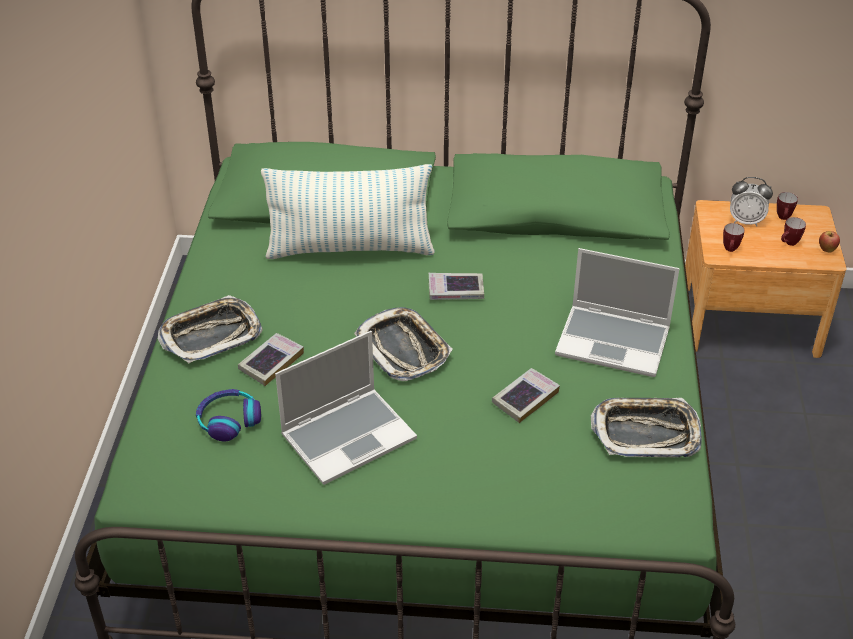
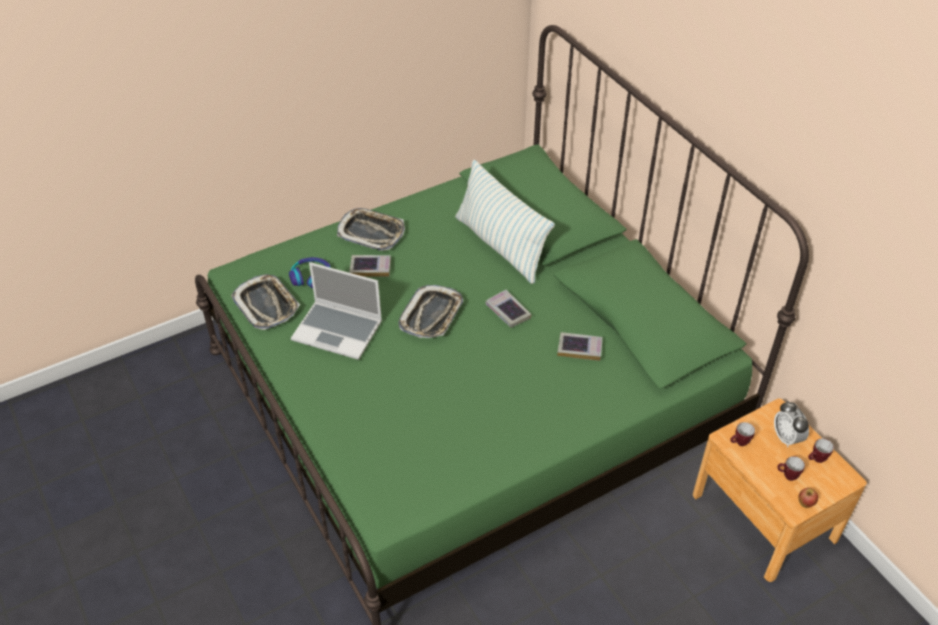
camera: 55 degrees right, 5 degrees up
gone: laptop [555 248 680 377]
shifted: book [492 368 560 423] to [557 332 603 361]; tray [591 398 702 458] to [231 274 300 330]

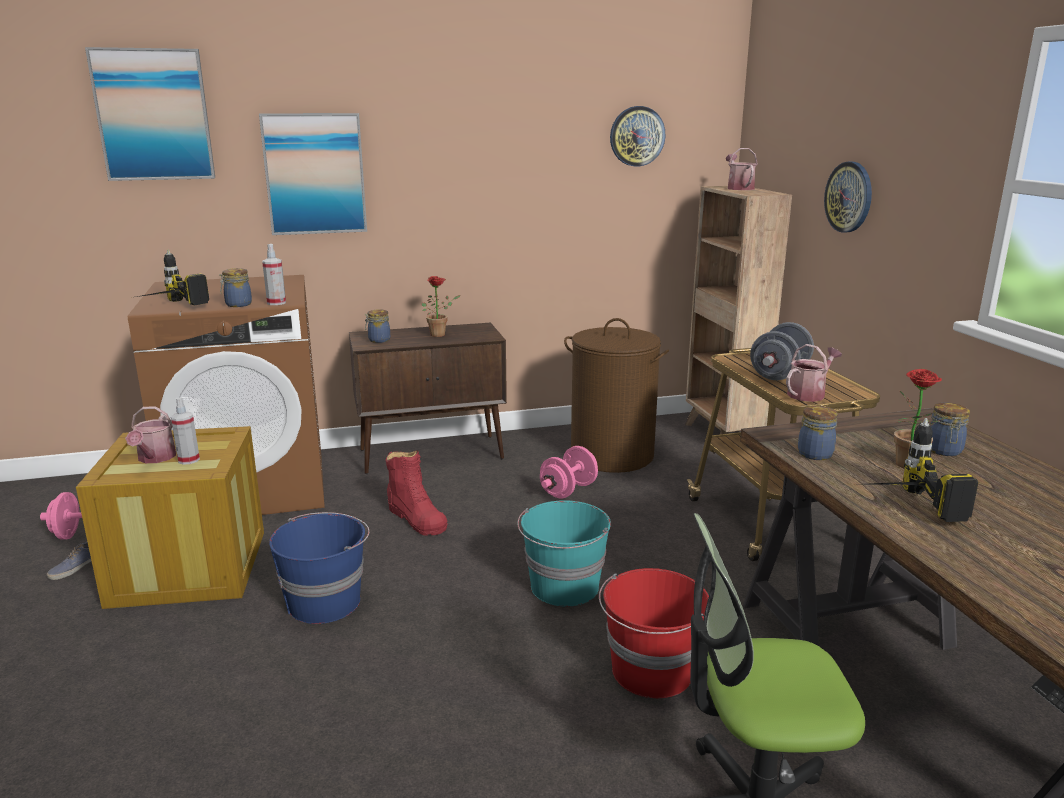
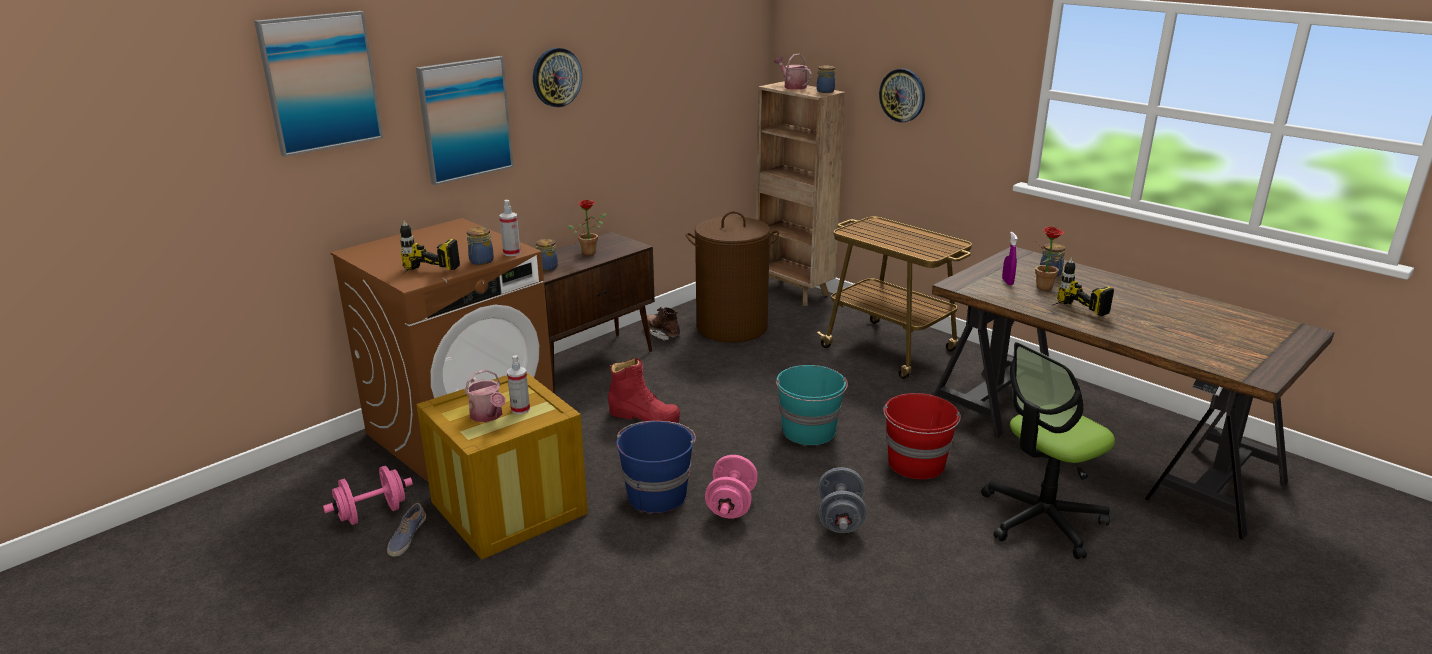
camera: 30 degrees left, 5 degrees up
gone: watering can [786 344 842 402]
new: brown boot [647 307 680 341]; purple spray bottle [1002 232 1018 285]
shifted: pink dumbbell [540 446 598 499] to [705 455 758 519]; wall clock [610 106 665 166] to [533 48 582 107]; grey dumbbell [750 322 814 380] to [818 467 867 533]; jar [798 406 838 460] to [817 65 835 93]

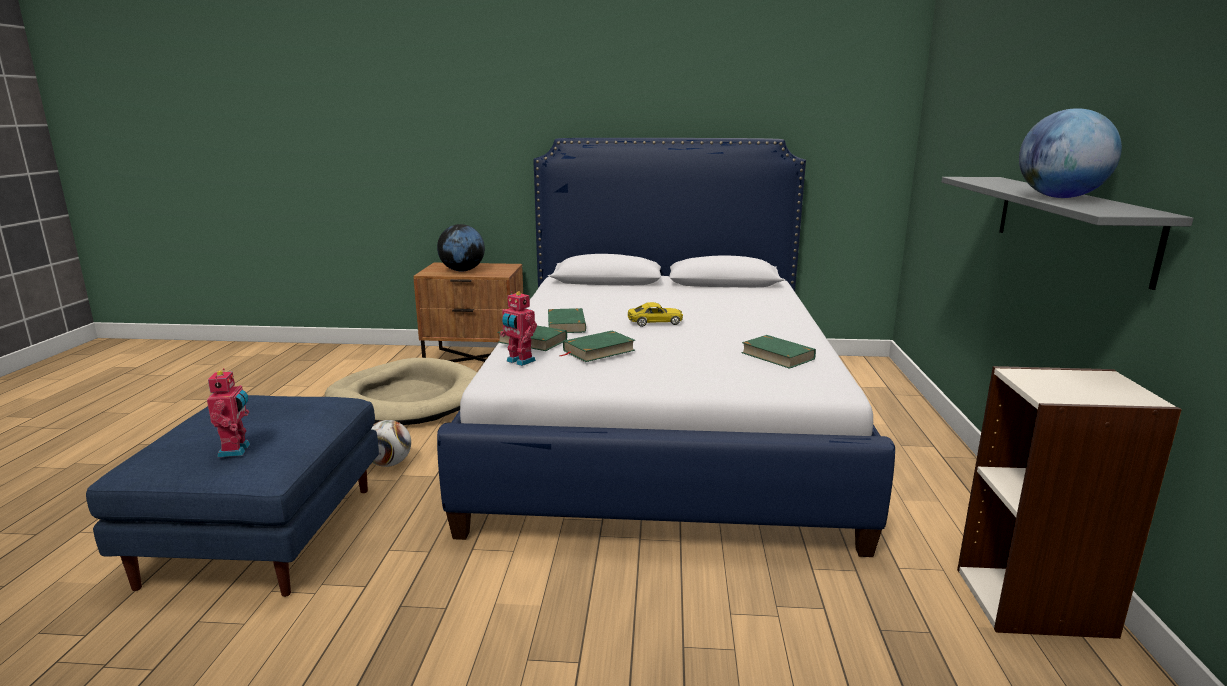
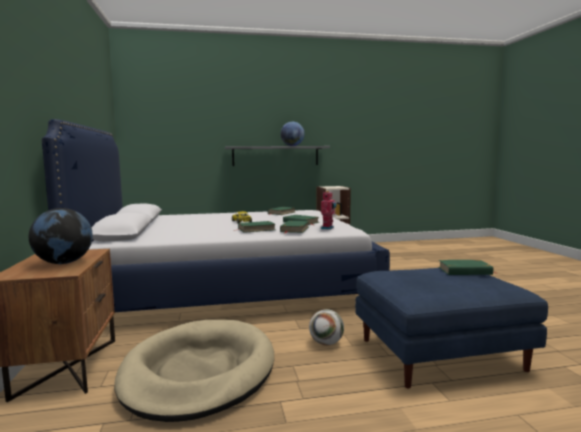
camera: 105 degrees left, 10 degrees down
swapped: toy robot [207 368 250 457] to green book [439 260 495 275]

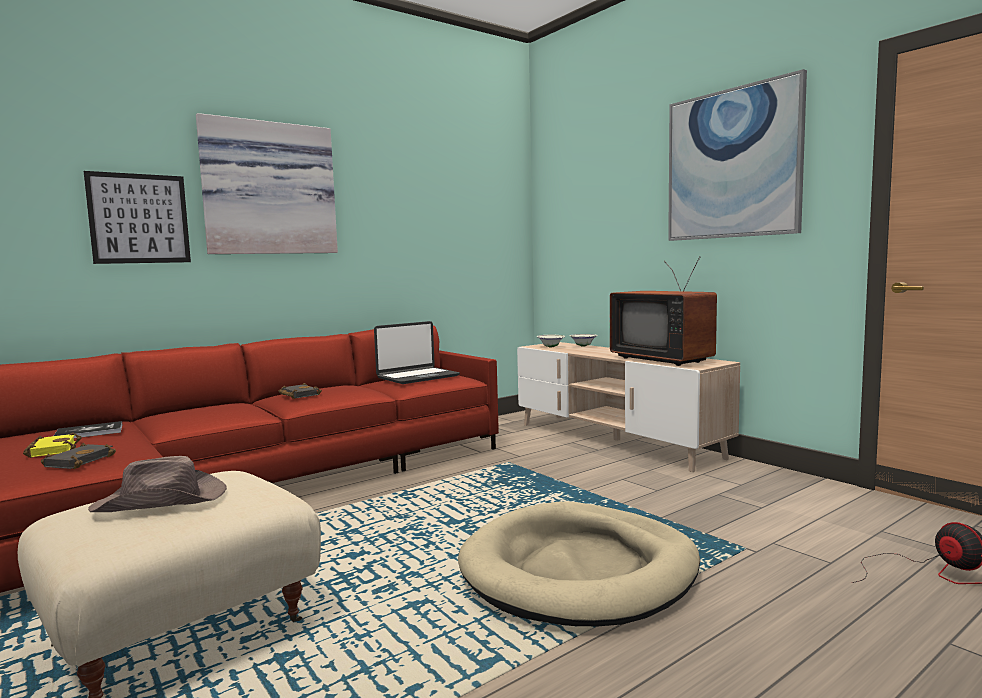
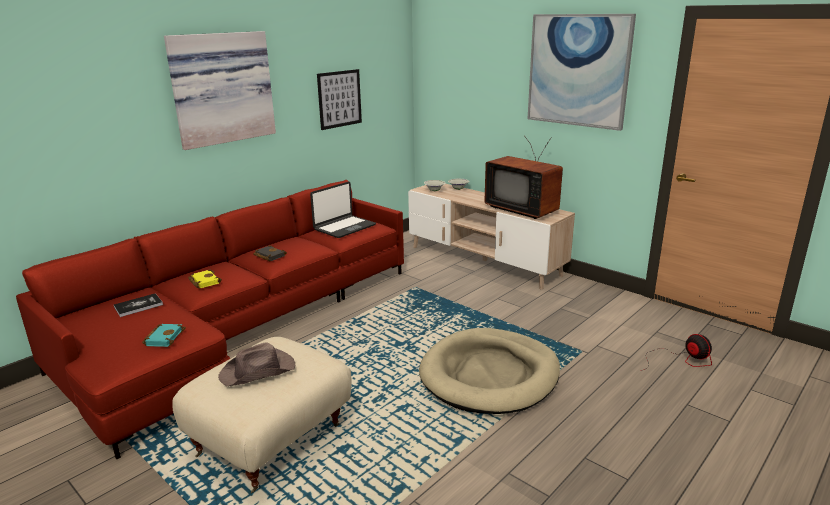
camera: 10 degrees left, 15 degrees up
shifted: yellow book [23 432 82 458] to [188 269 222 289]; picture [84 171 191 264] to [317 69 362 130]
repainted: black book [41 443 116 469] to turquoise book [142 324 186 347]

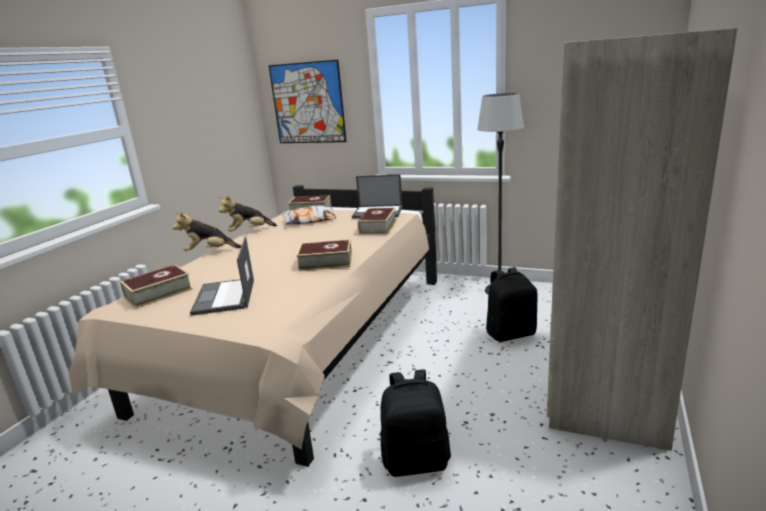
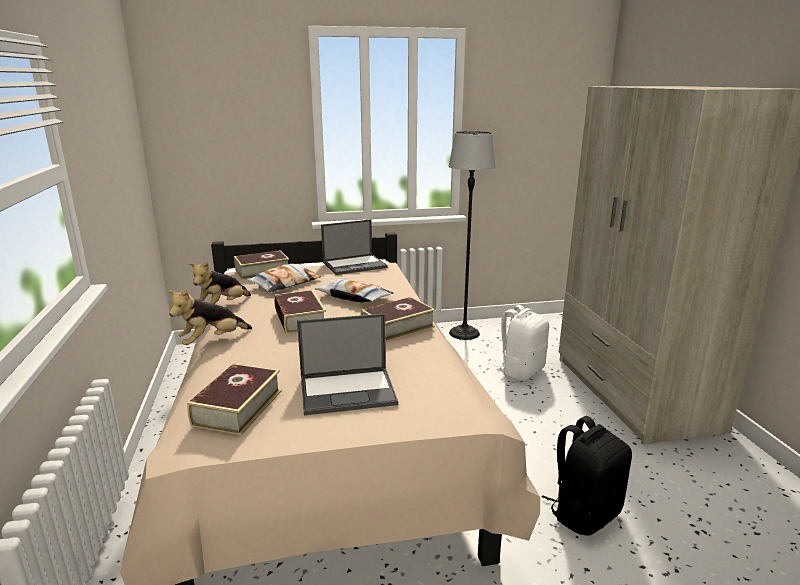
camera: 35 degrees left, 0 degrees up
gone: picture [269 60 347 143]
new: pillow [314 279 393 303]
shifted: book [358 208 397 234] to [274 290 326 334]
repainted: black backpack [486 267 538 342] to white backpack [492 305 549 381]
rotated: laptop [190 237 254 316] = [297 314 398 415] 60 degrees counterclockwise

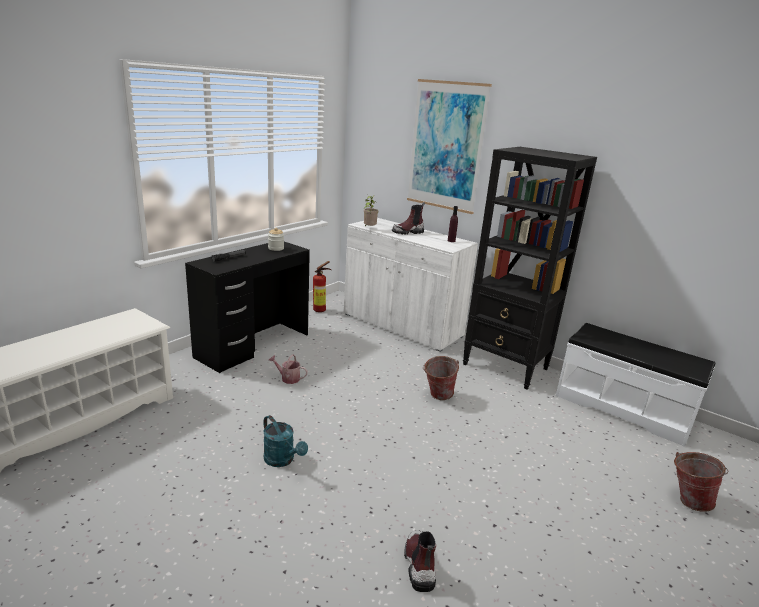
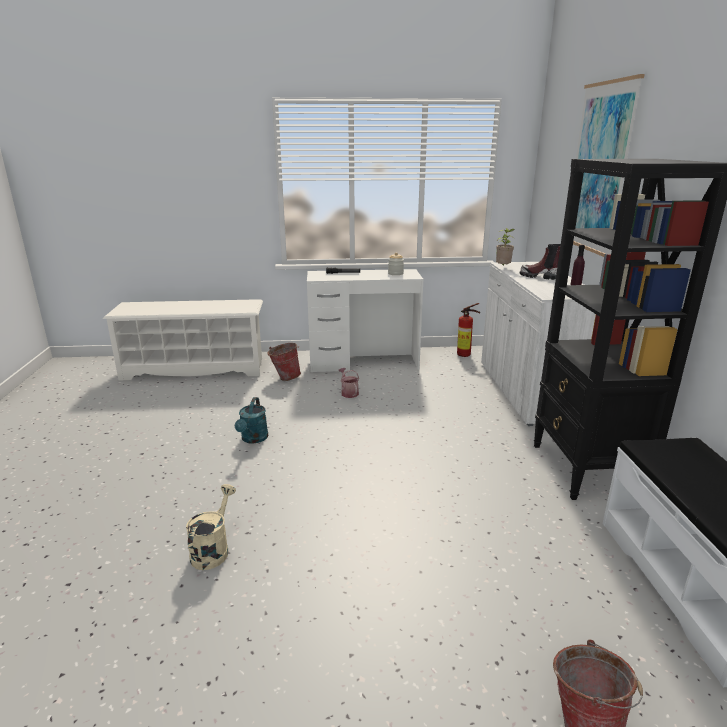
camera: 50 degrees right, 0 degrees up
shifted: bucket [423 356 459 400] to [267 343 301 381]
swapped: boot [404 530 436 592] to beige watering can [186 484 236 570]
repainted: black desk [185 242 310 373] to white desk [307 269 423 372]

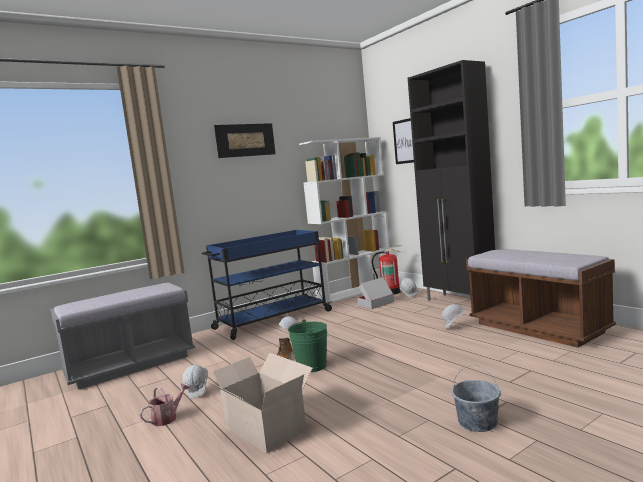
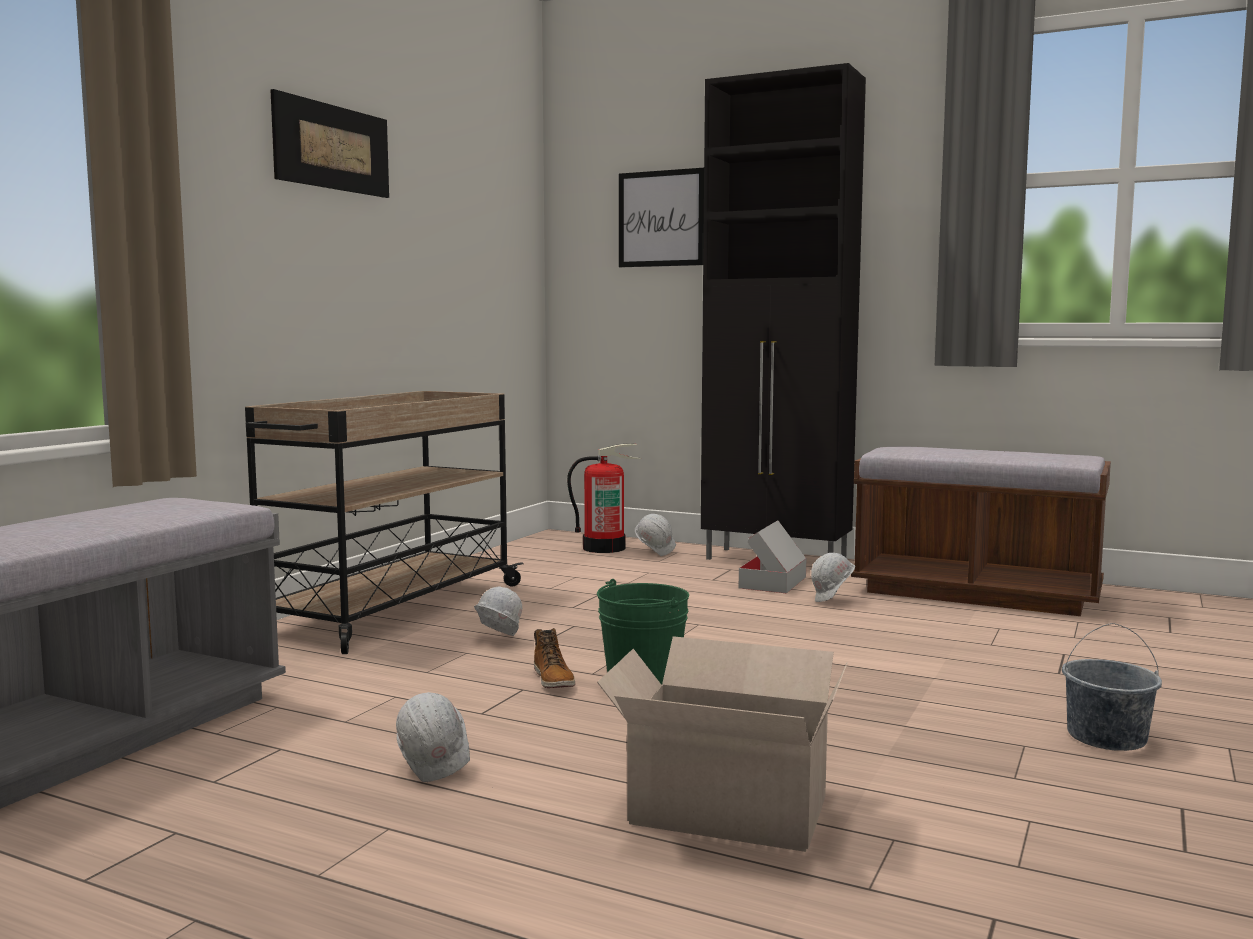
camera: 30 degrees left, 0 degrees up
gone: watering can [140 383 190 426]; white bookcase [299 137 390 303]
shifted: cardboard box [357 277 394 309] to [739 520 807 593]
repainted: blue cart [202 230 333 340] to beige cart [245 391 524 654]

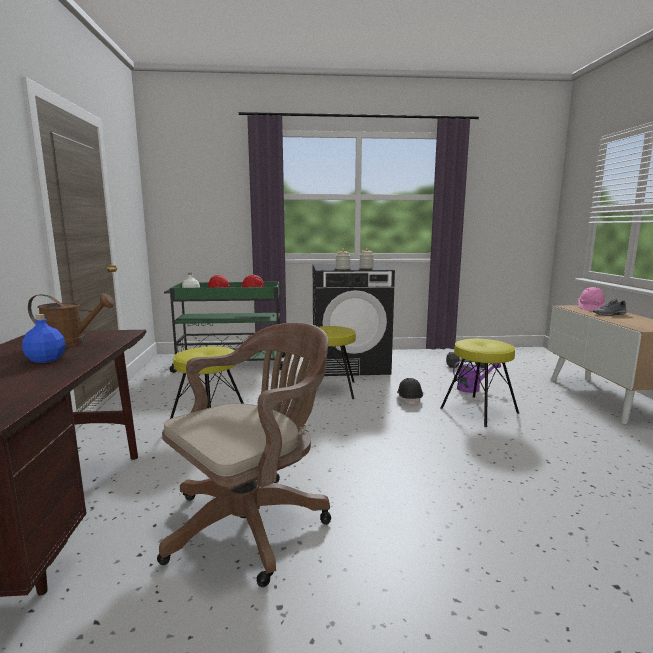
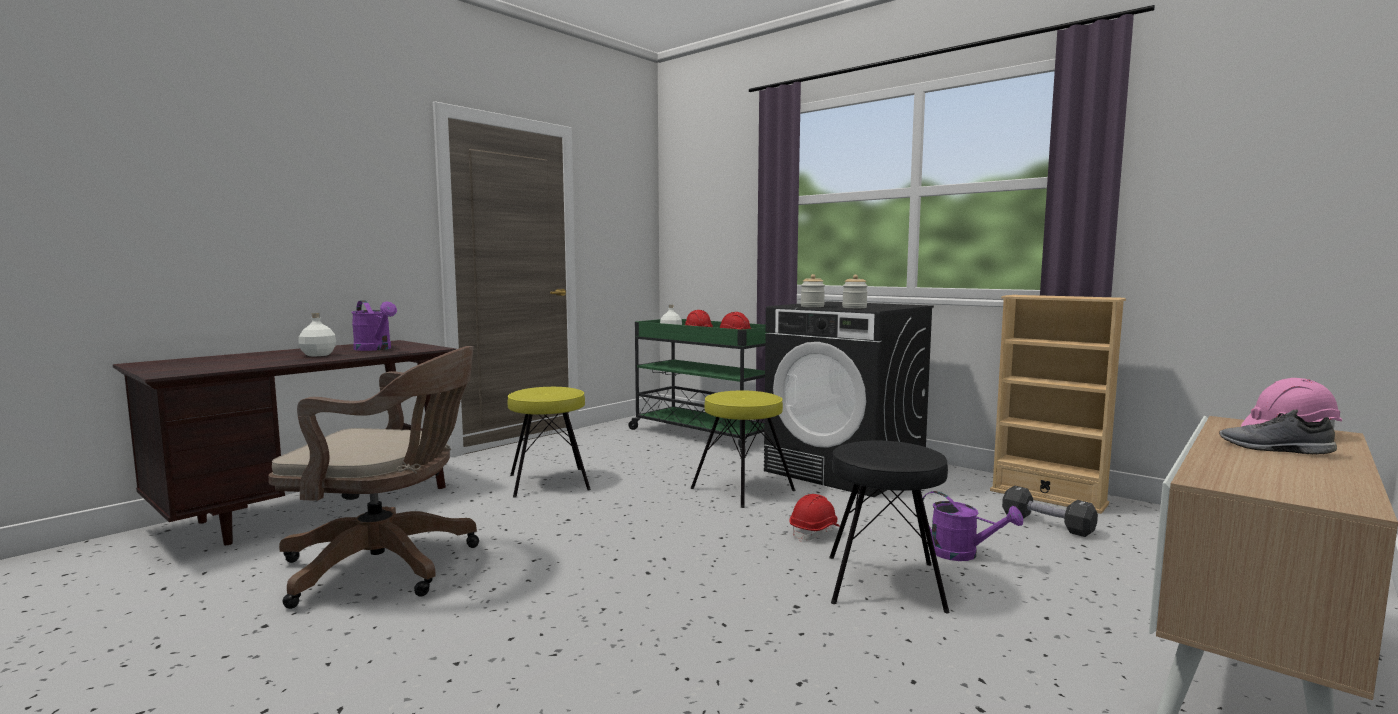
camera: 45 degrees right, 5 degrees down
new: beige bookcase [990 295 1126 514]
repainted: blue bottle [22 314 66 363] to white bottle [298 313 336 356]; brown watering can [28 293 114 347] to purple watering can [351 300 397 351]; black hard hat [397 378 423 406] to red hard hat [789 494 840 541]; yellow stool [440 339 519 427] to black stool [829 441 950 613]

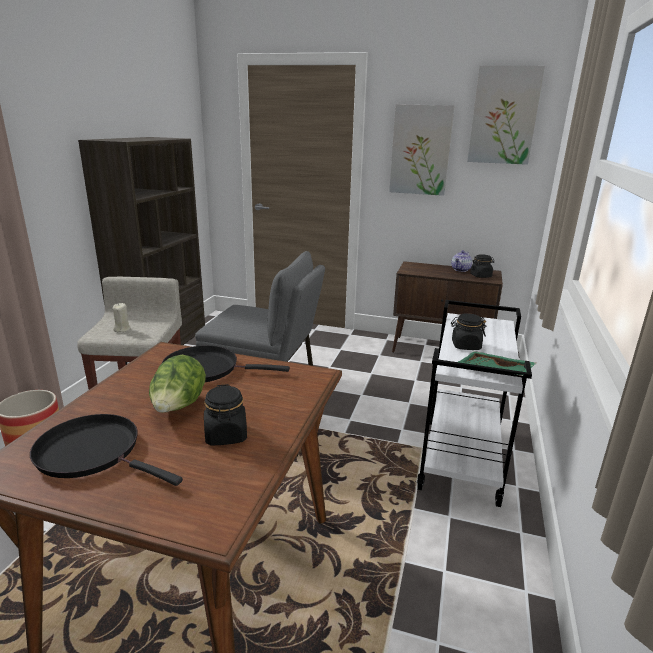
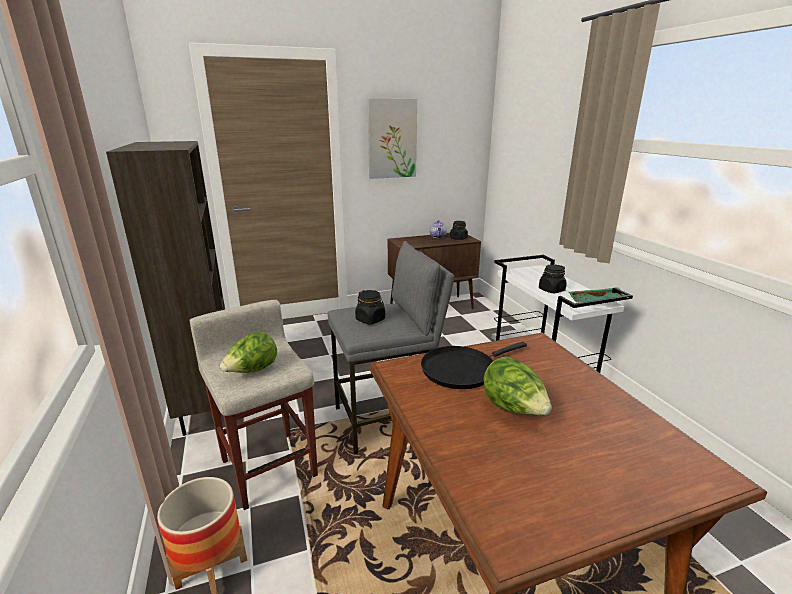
camera: 35 degrees left, 0 degrees up
gone: black frying pan [30 414 183 486]; picture [467 66 545 165]
shifted: black jar [204 384 247 445] to [355 290 385 325]
swapped: beige candle [113 303 131 332] to lettuce [220 332 277 373]

